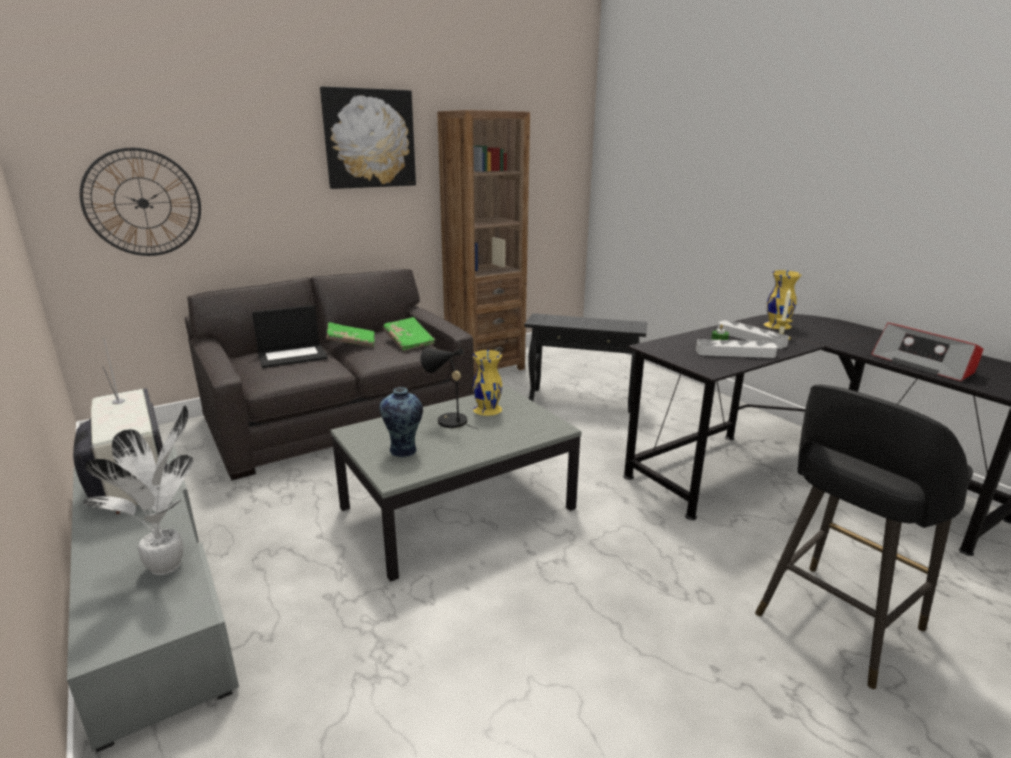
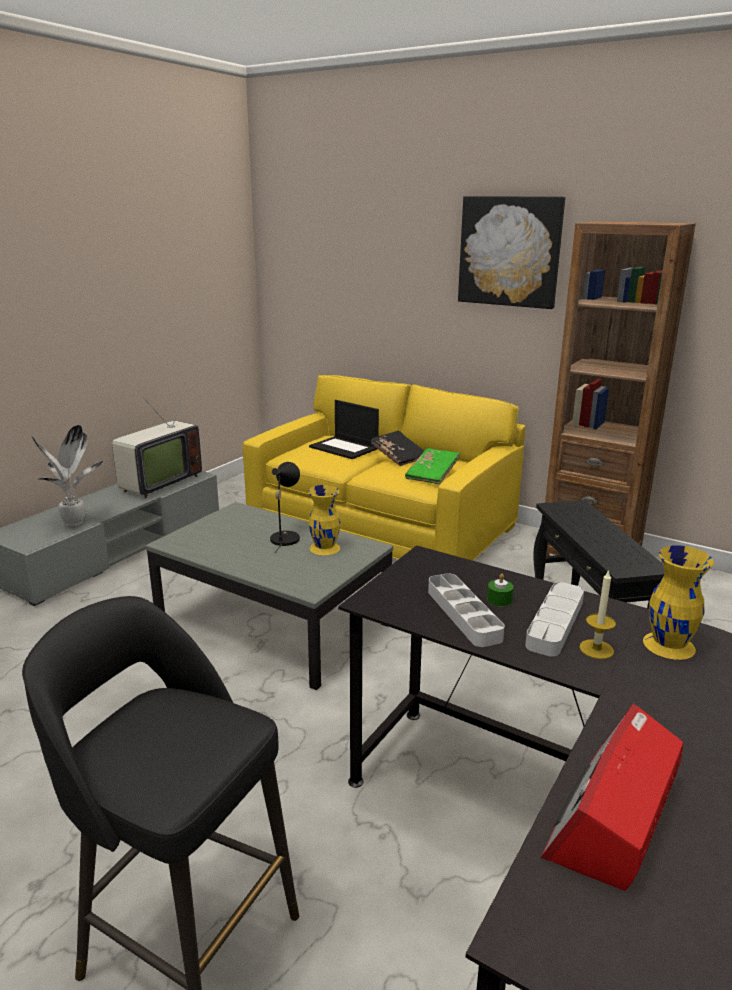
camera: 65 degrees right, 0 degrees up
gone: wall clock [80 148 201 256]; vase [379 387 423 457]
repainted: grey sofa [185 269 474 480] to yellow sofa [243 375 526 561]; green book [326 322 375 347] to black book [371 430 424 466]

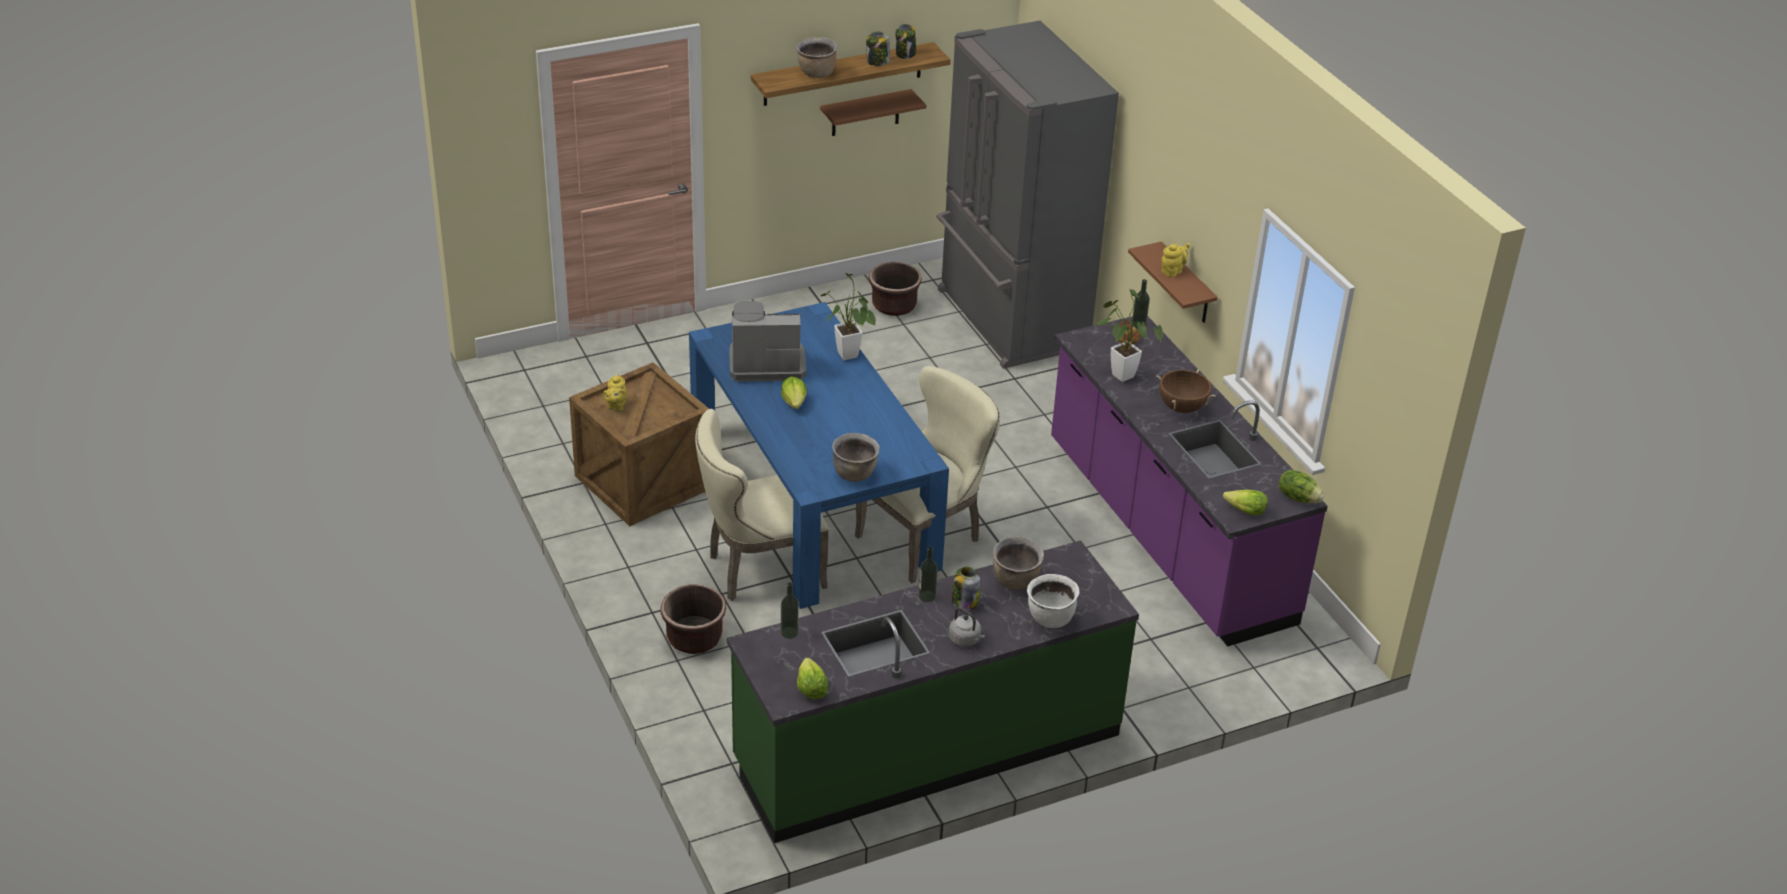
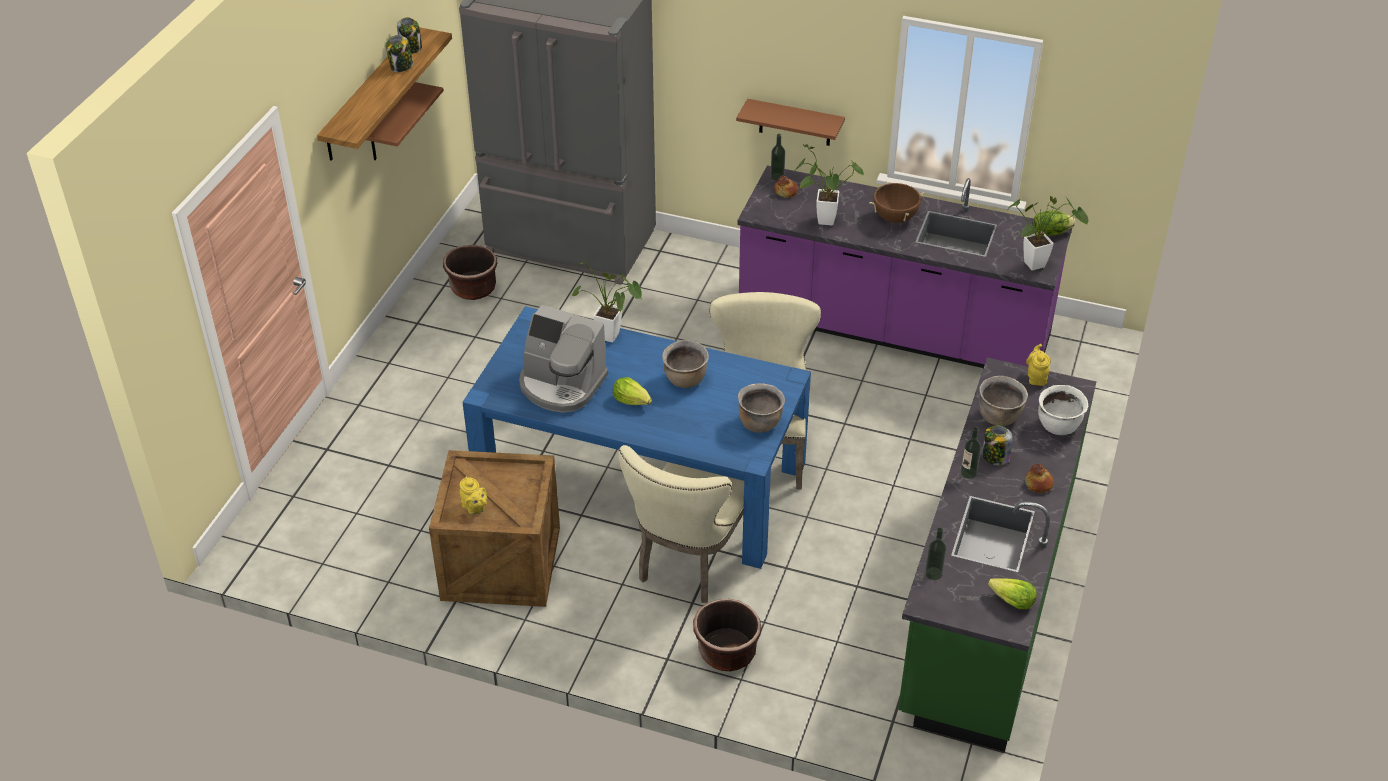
camera: 45 degrees left, 5 degrees up
shifted: brown cooking pot [796 37 837 78] to [662 340 709 388]; yellow teapot [1161 243 1190 277] to [1026 344 1051 386]
swapped: grey kettle [949 608 985 647] to bread [1025 464 1054 493]; lettuce [1223 490 1268 516] to potted plant [1007 196 1089 270]
rotated: coffee machine [729 301 806 382] = [519 305 608 413] 105 degrees counterclockwise

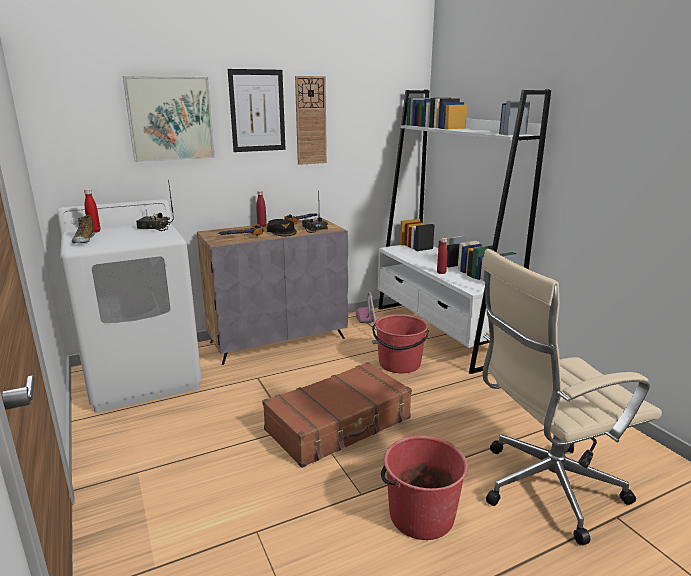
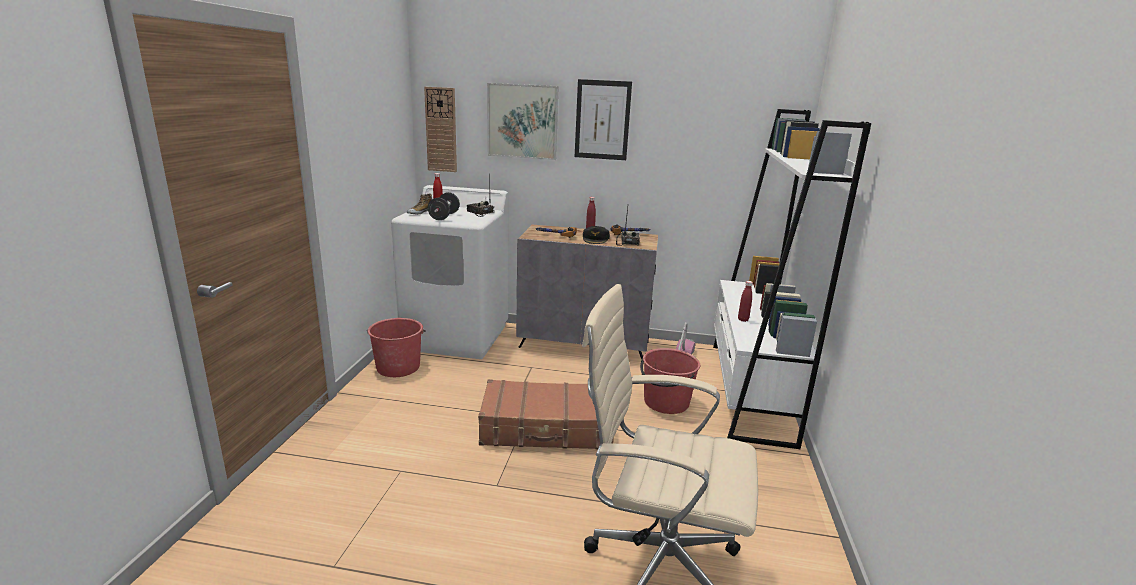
camera: 35 degrees right, 0 degrees up
new: black dumbbell [428 192 460 220]
shifted: wall clock [295 76 327 165] to [424 87 457 172]; red bucket [381 436 468 540] to [367 318 426 377]

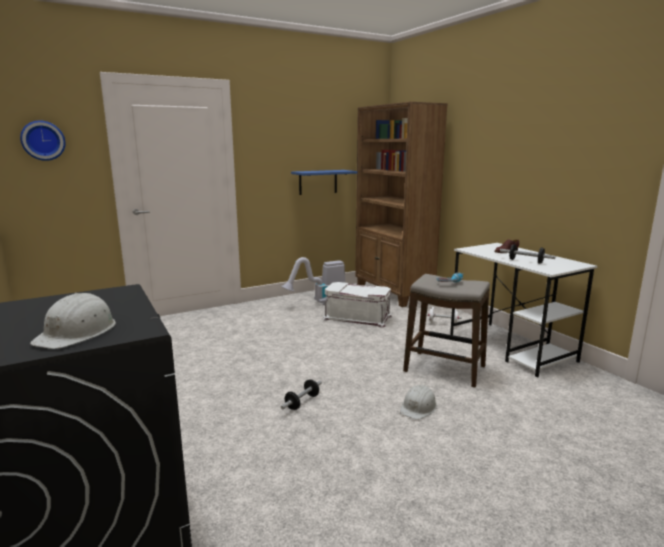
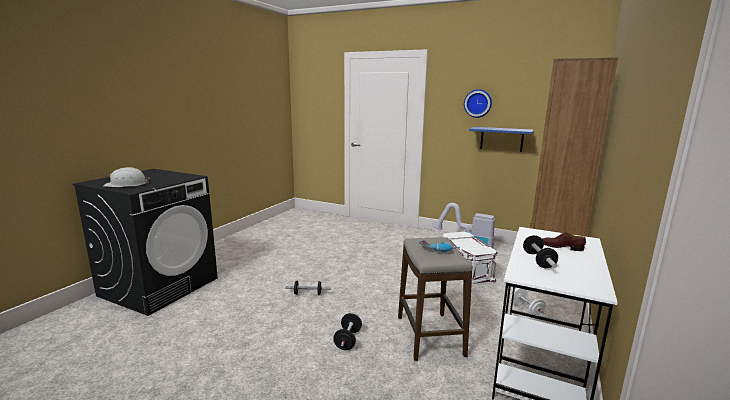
camera: 55 degrees right, 0 degrees up
shifted: wall clock [20 121 65 161] to [464 89 492 118]
swapped: white hard hat [400 385 437 420] to black dumbbell [333 313 362 350]

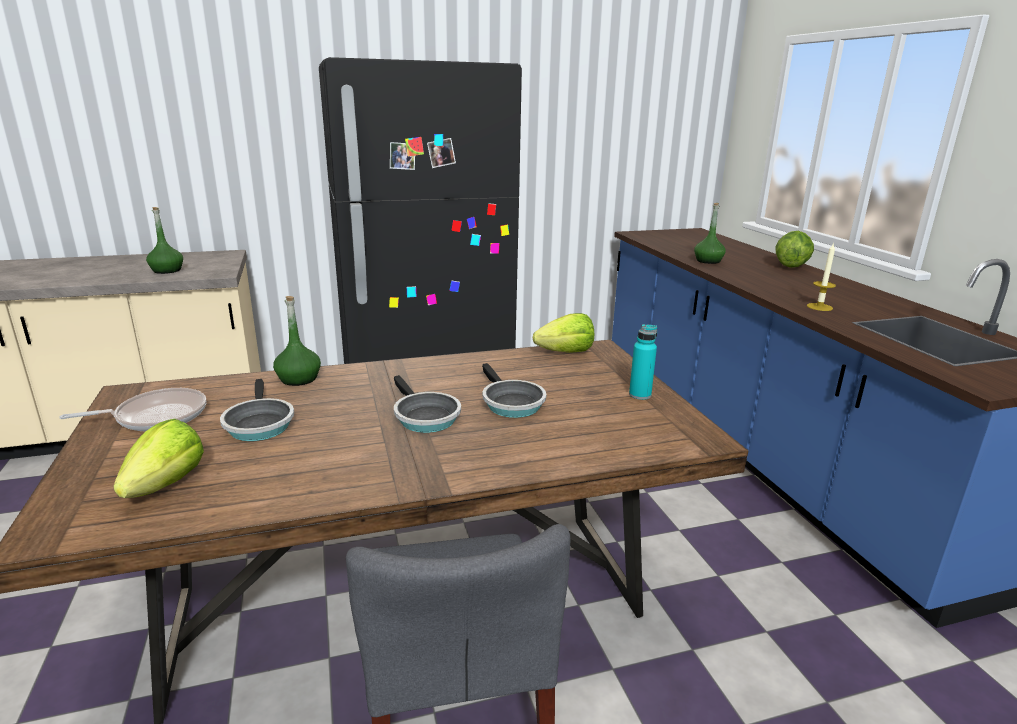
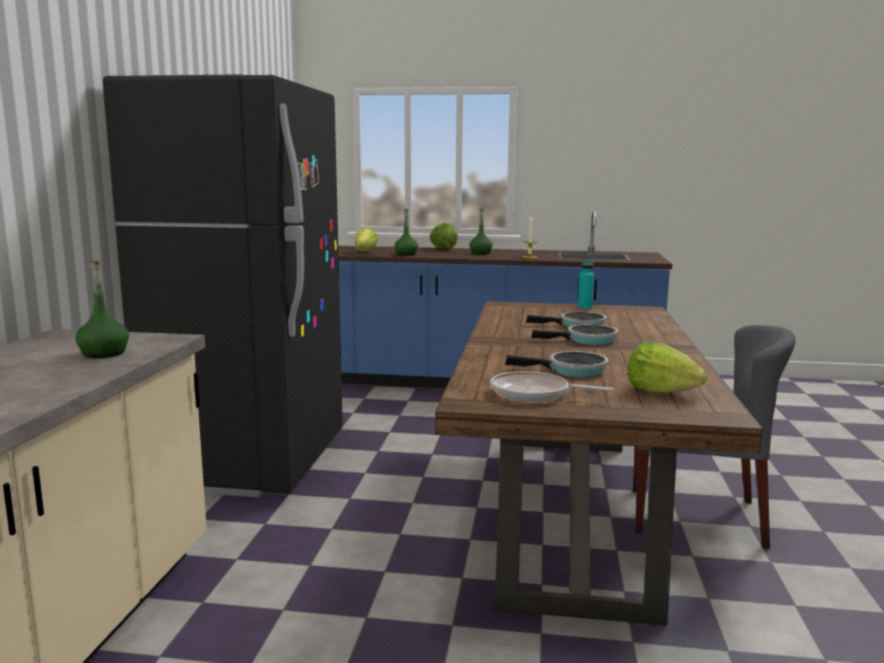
camera: 65 degrees left, 10 degrees down
shifted: green bottle [273 296 321 386] to [469 208 493 254]; lettuce [533 313 594 353] to [355 228 378 252]
rotated: frying pan [59 388 206 431] = [490 371 613 402] 75 degrees counterclockwise

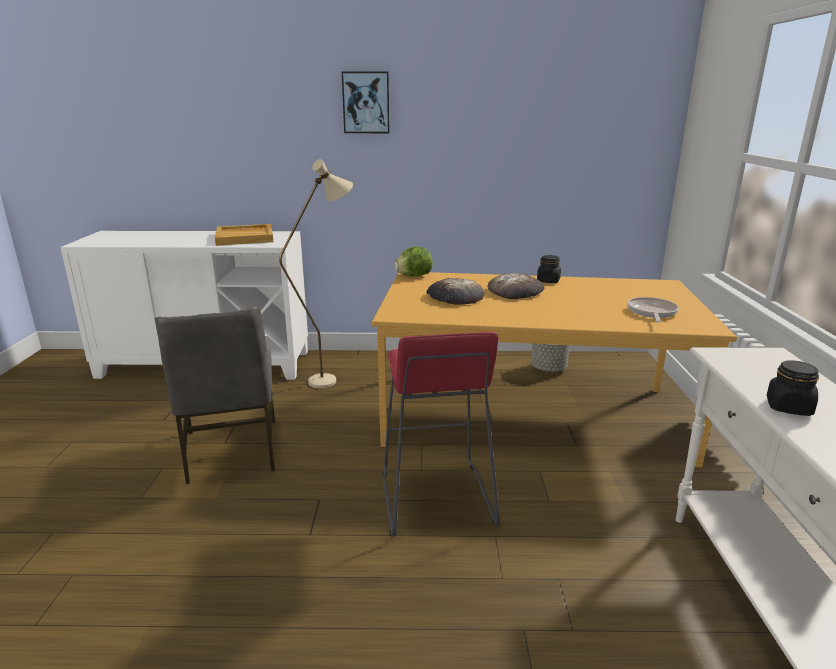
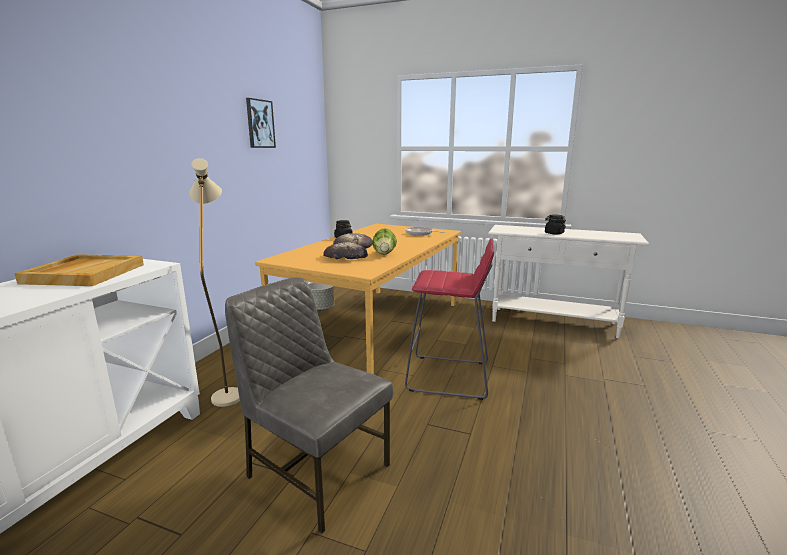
camera: 70 degrees left, 5 degrees down
shifted: picture [342 71 390 133] to [246 98 276 148]; lettuce [395 247 433 276] to [372 228 397 255]
rotated: grey chair [155 307 275 484] = [225 277 393 533] 150 degrees counterclockwise

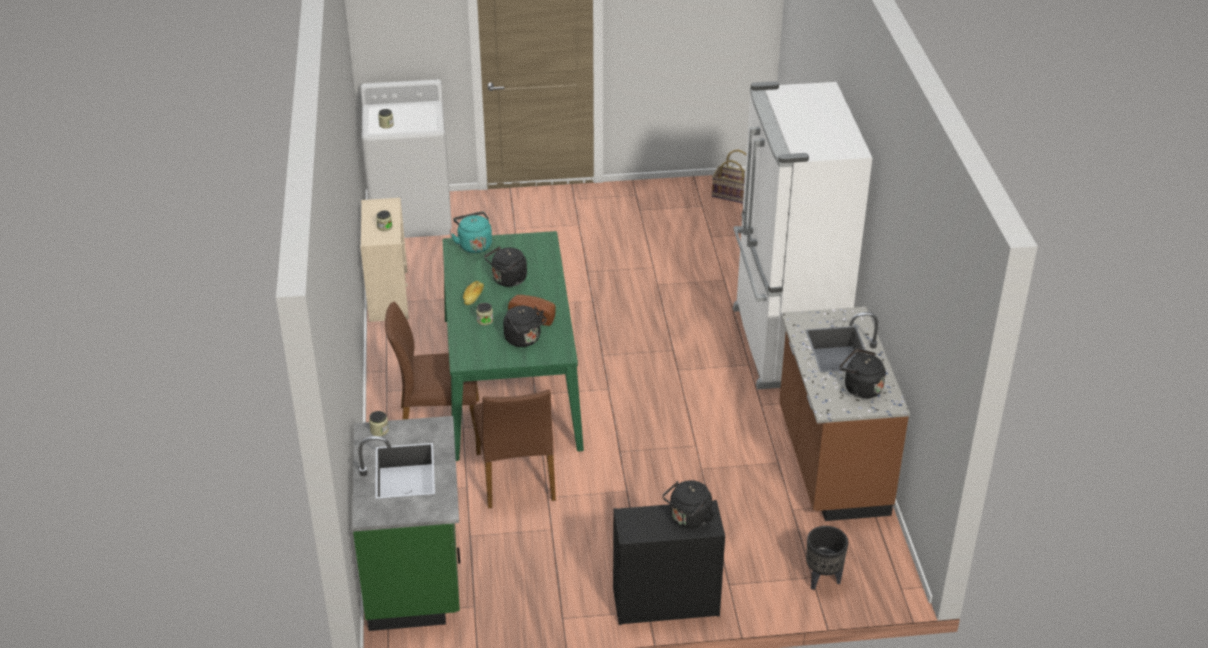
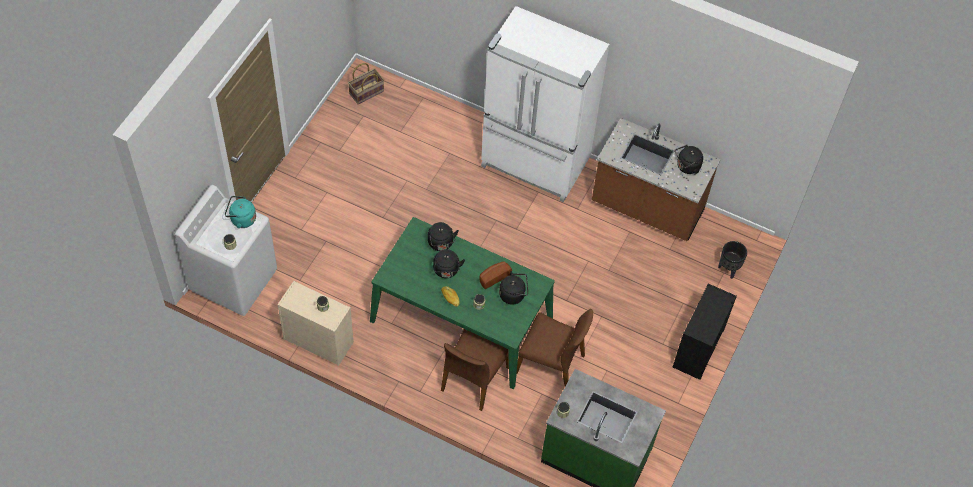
camera: 60 degrees left, 20 degrees up
shifted: turquoise kettle [451 212 492 253] to [225 196 256 228]; black kettle [663 480 716 528] to [428 222 459 251]

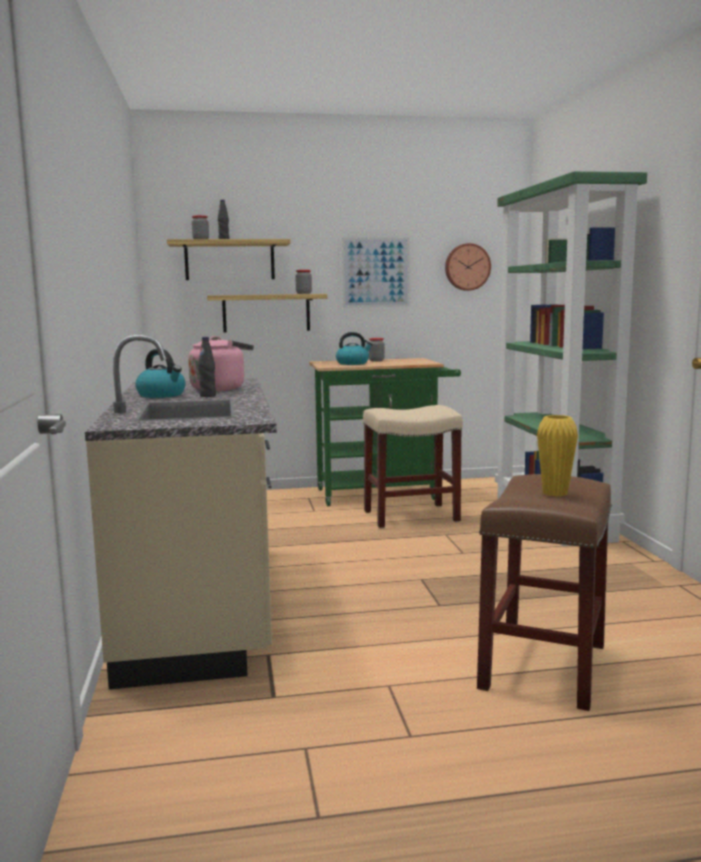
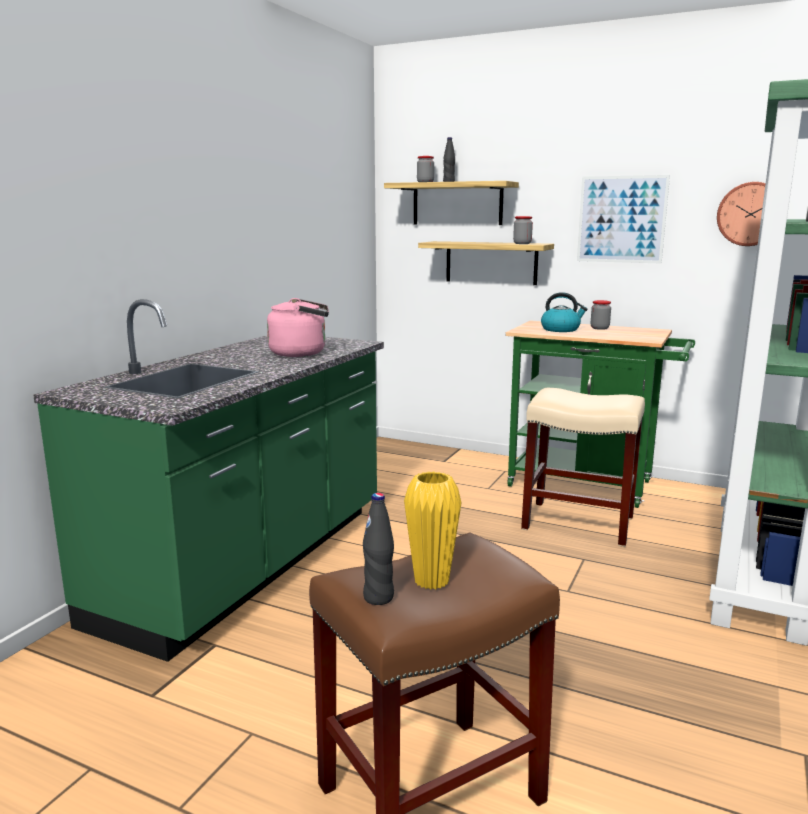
camera: 35 degrees right, 5 degrees up
gone: kettle [135 349 186 398]
shifted: black bottle [198 337 216 397] to [363 493 394 605]
repainted: beige counter [85 335 277 689] to green counter [33 299 384 662]

